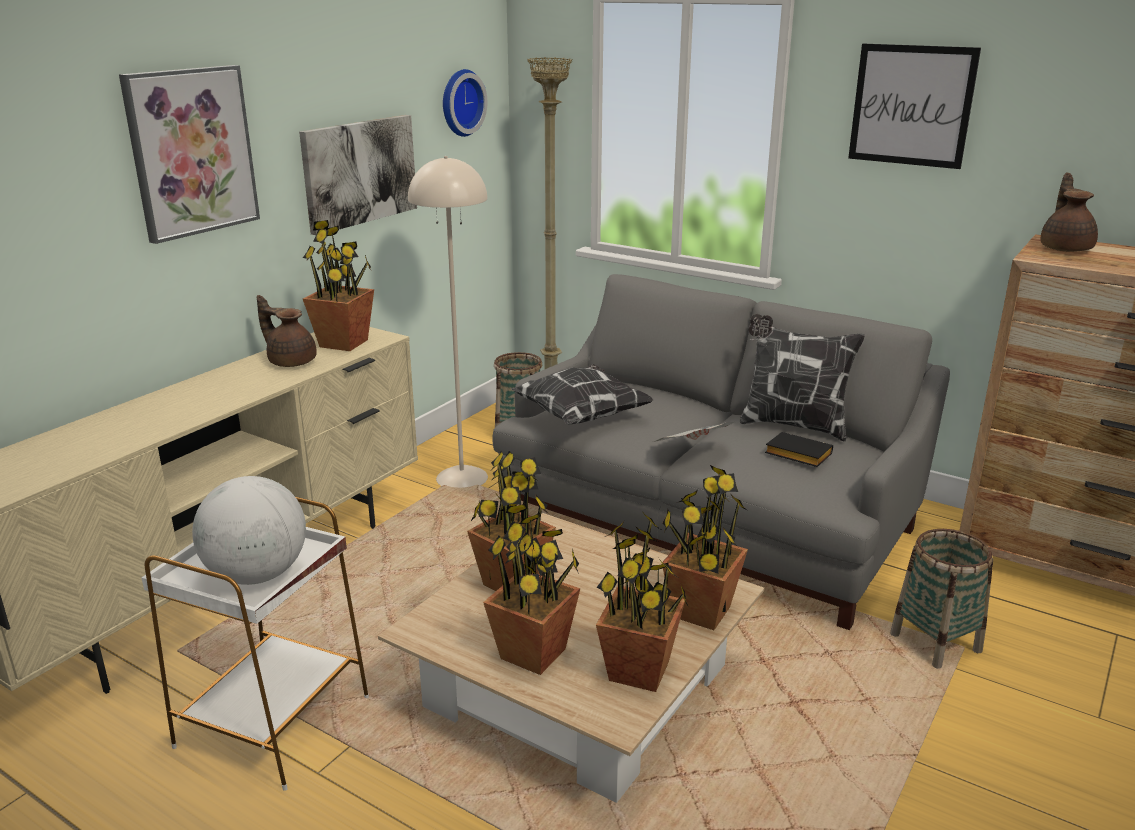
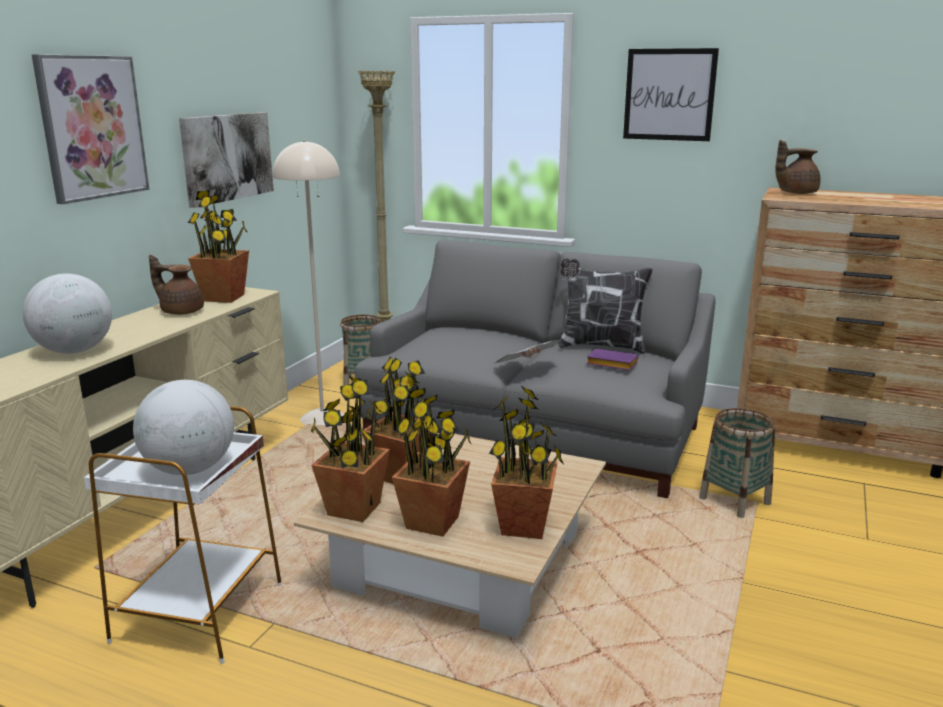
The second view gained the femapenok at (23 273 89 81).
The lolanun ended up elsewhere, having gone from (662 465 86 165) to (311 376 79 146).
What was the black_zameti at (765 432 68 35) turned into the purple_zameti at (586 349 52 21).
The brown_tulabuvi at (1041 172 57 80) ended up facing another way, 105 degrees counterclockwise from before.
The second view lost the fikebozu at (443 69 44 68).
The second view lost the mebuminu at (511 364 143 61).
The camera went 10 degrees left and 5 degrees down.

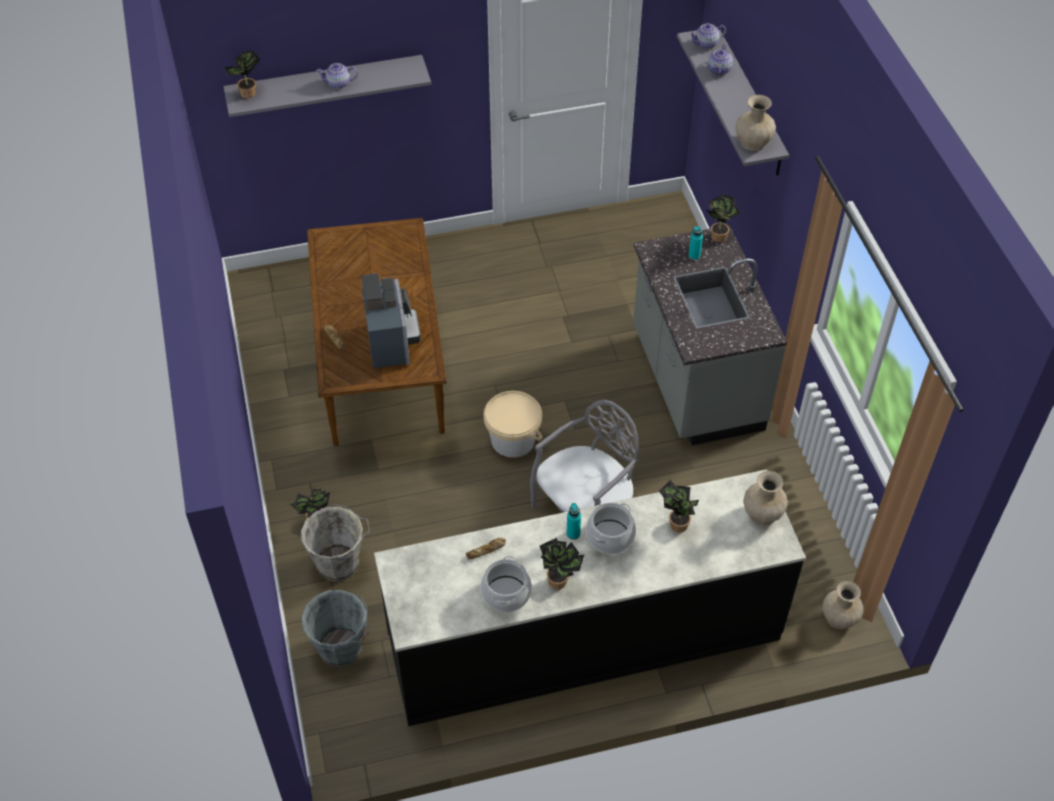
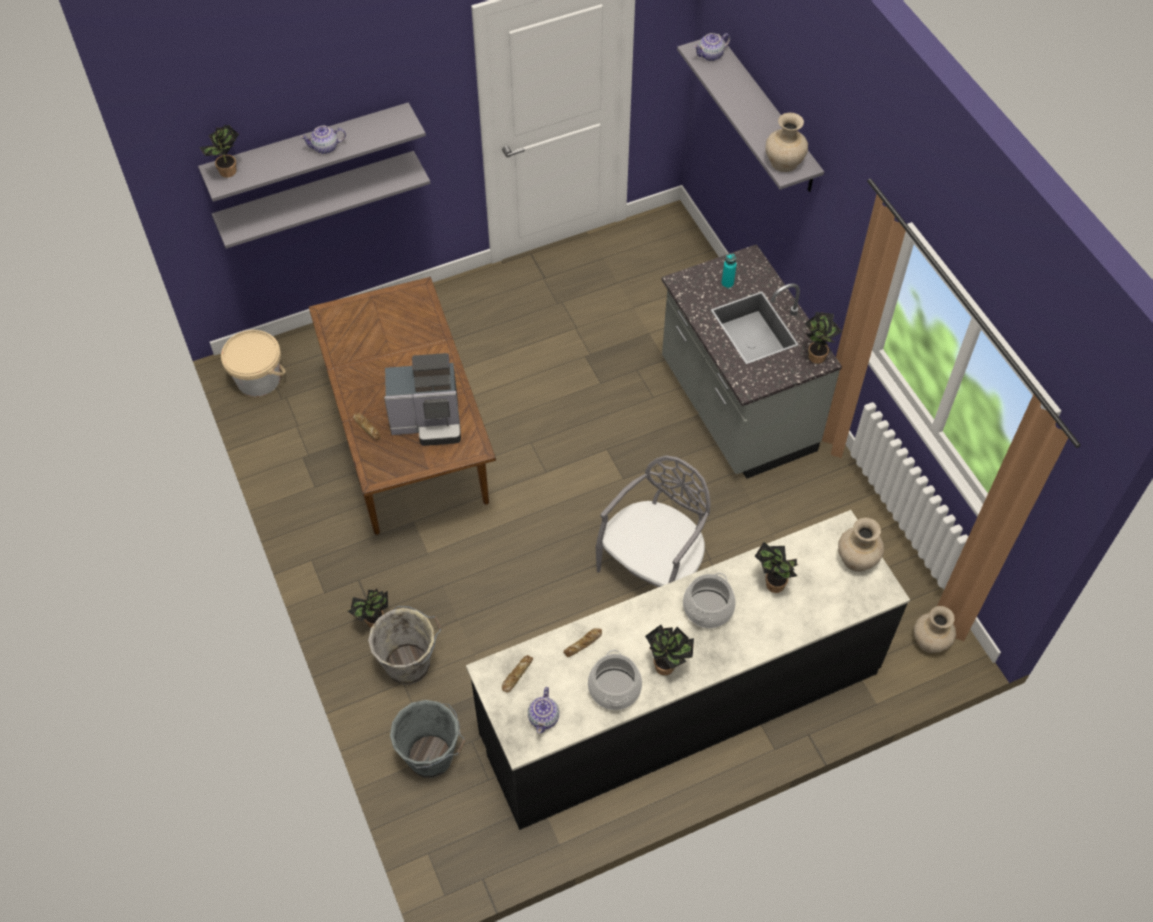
The second view gained the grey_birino at (212 151 218 98).
The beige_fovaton ended up elsewhere, having gone from (483 391 60 67) to (221 330 65 66).
The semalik at (362 273 59 96) ended up facing another way, 105 degrees clockwise from before.
The second view gained the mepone at (502 655 31 37).
The tulabuvi ended up elsewhere, having gone from (708 45 25 30) to (528 687 31 46).
The lolanun ended up elsewhere, having gone from (705 194 36 49) to (804 312 38 52).
The second view lost the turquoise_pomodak at (566 503 15 37).
The camera went 10 degrees left and 5 degrees up.

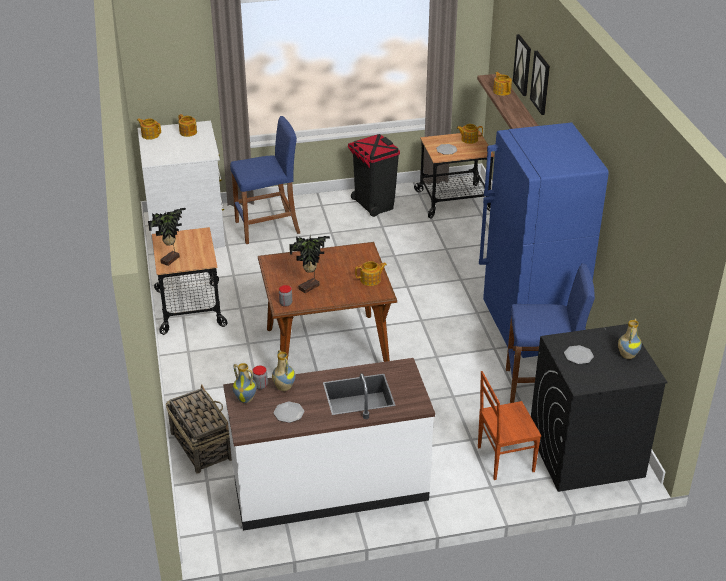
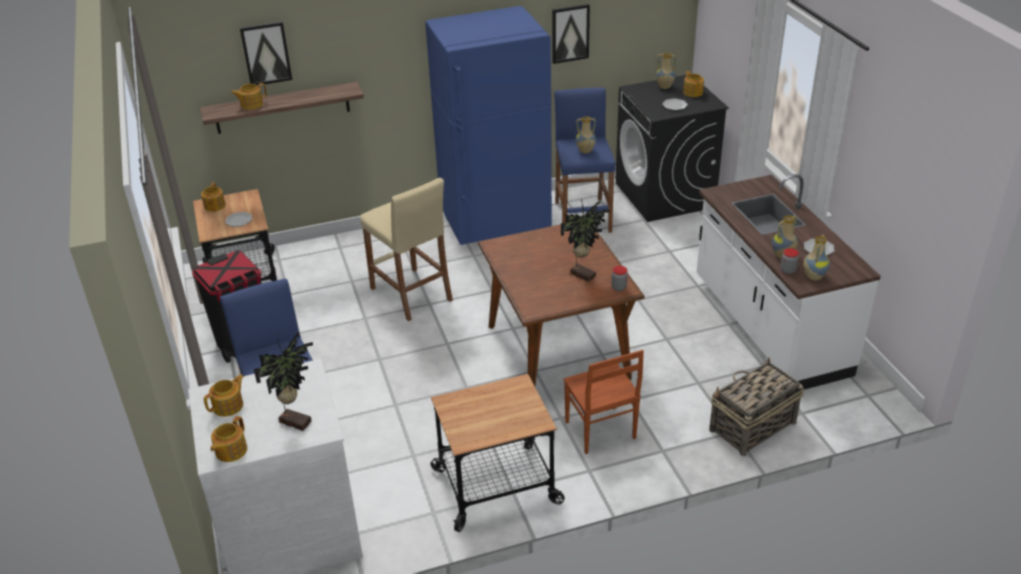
The lolanun ended up elsewhere, having gone from (148 208 38 58) to (254 332 59 99).
The second view gained the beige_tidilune at (360 178 93 143).
The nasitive ended up elsewhere, having gone from (530 51 20 64) to (552 4 38 60).
The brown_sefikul ended up elsewhere, having gone from (478 371 63 109) to (564 350 80 104).
The second view gained the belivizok at (576 116 20 37).
The tulabuvi ended up elsewhere, having gone from (355 261 32 25) to (683 71 21 26).
The camera went 95 degrees left and 0 degrees up.

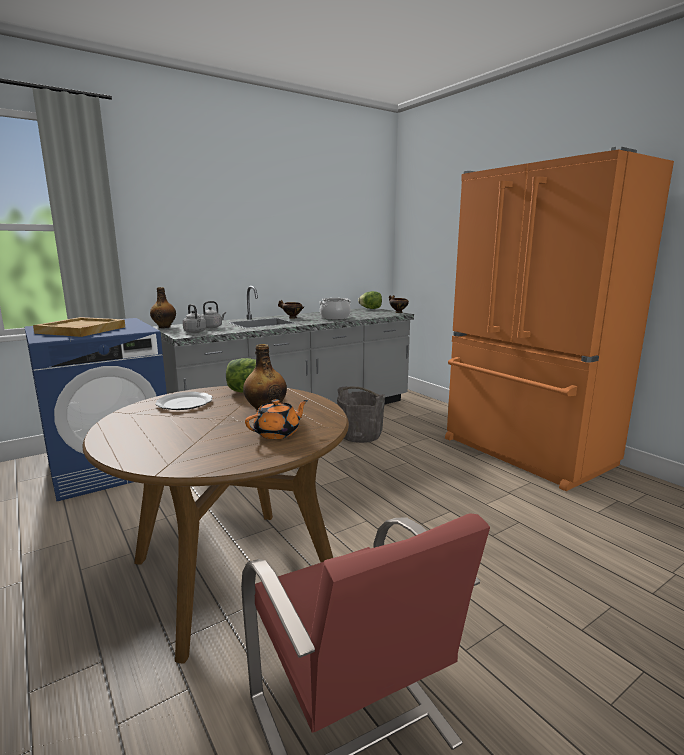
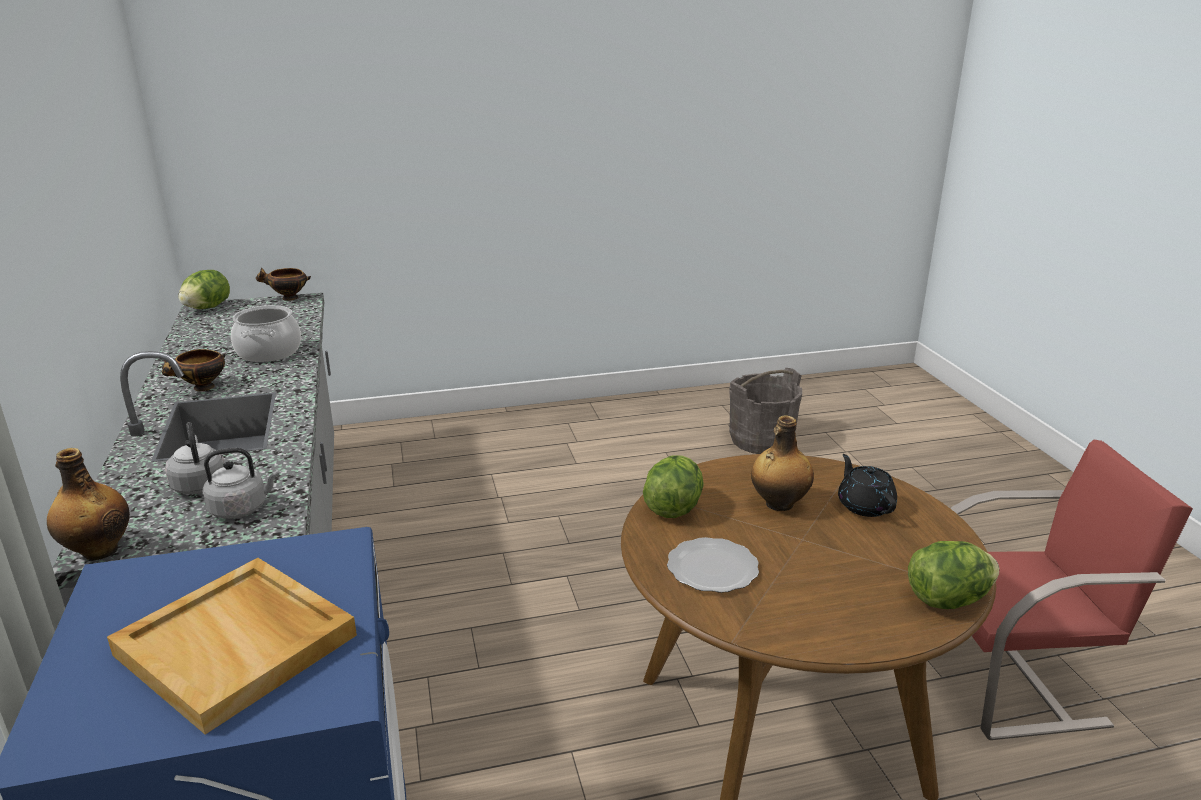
The grey_fovaton ended up elsewhere, having gone from (337 386 48 57) to (729 368 73 86).
What was the orange_tulabuvi at (245 399 63 40) turned into the black_tulabuvi at (838 454 59 63).
The second view gained the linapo at (908 541 91 68).
The second view lost the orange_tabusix at (445 147 229 344).
The camera went 70 degrees left and 10 degrees up.

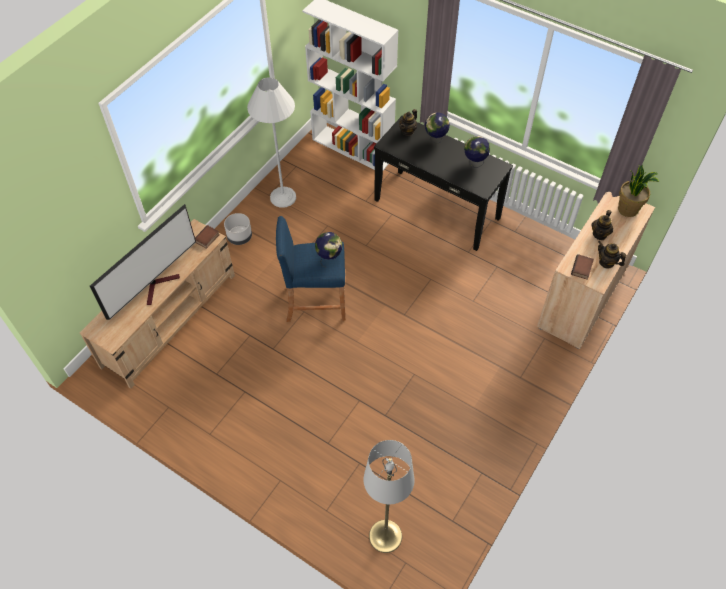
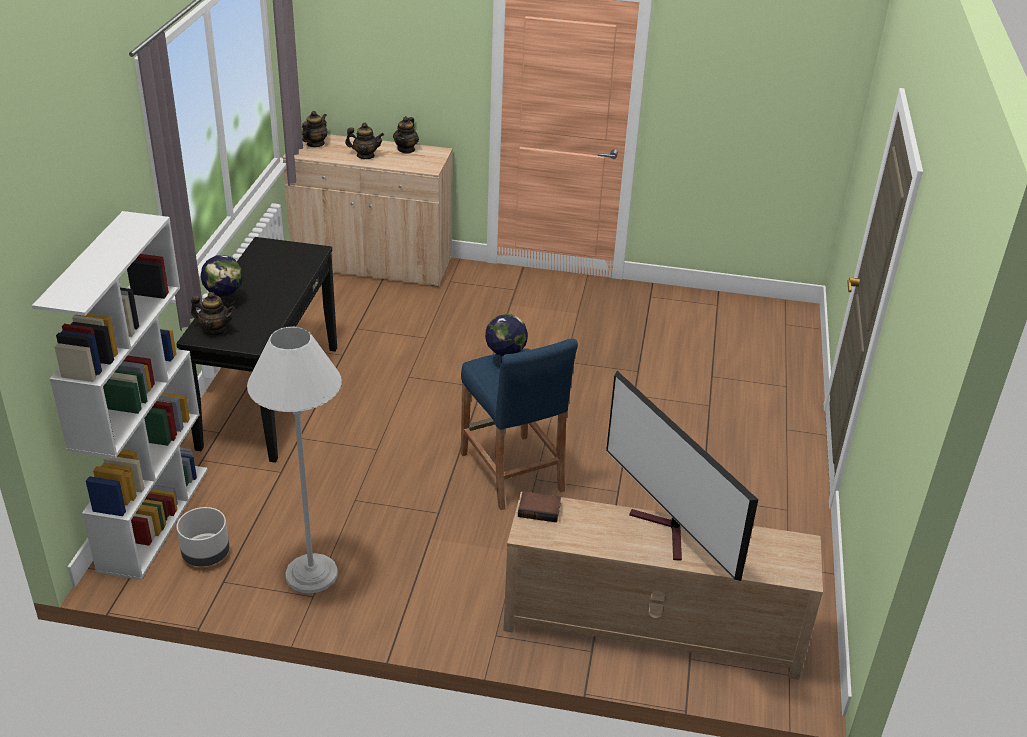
The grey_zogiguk ended up elsewhere, having gone from (224 213 28 32) to (176 507 54 59).
Where the lolanun stood at (618 165 41 52), the tulabuvi came to stand at (302 111 26 36).
The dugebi at (90 204 106 116) ended up facing another way, 135 degrees counterclockwise from before.
The second view lost the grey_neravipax at (363 440 51 113).
The second view lost the femapenok at (464 136 26 31).
The second view lost the zameti at (571 254 23 26).
The camera went 115 degrees left and 20 degrees down.

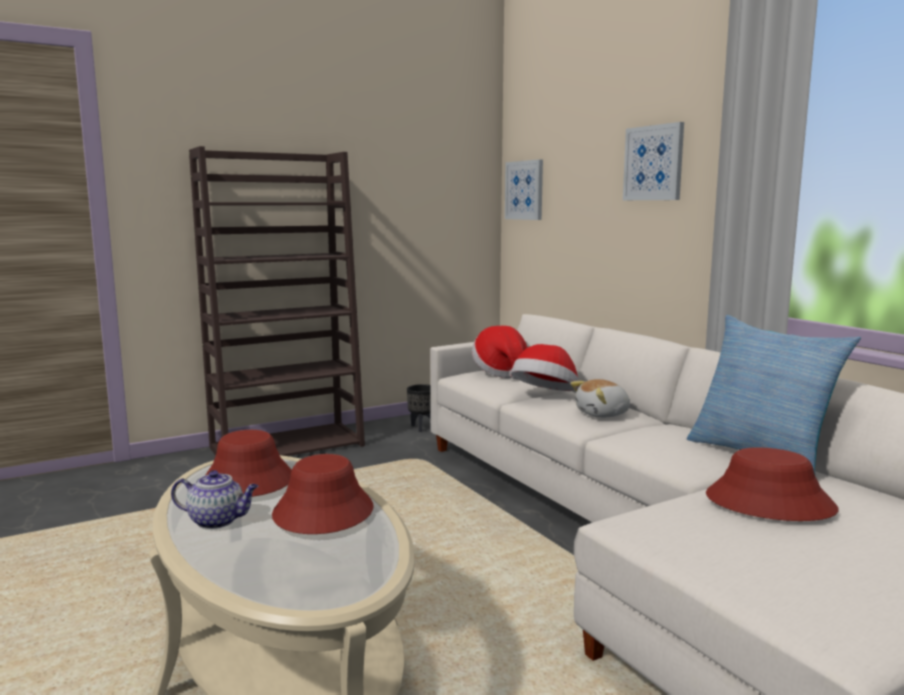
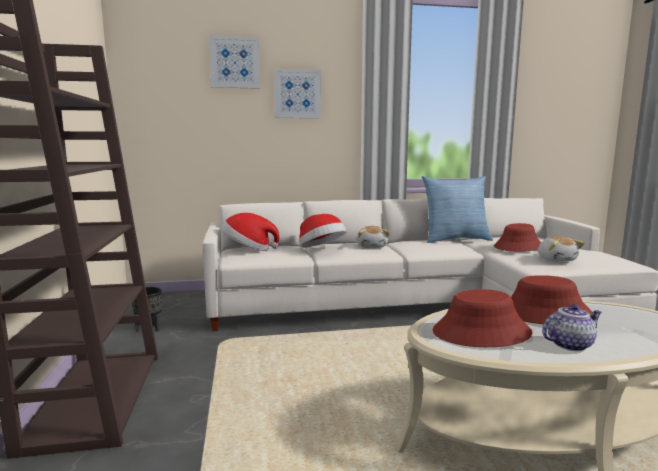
The nasitive ended up elsewhere, having gone from (505 159 38 61) to (209 36 51 53).
The second view gained the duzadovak at (538 236 47 26).
The tulabuvi at (171 470 87 59) ended up facing another way, 45 degrees clockwise from before.
The camera went 70 degrees left and 0 degrees up.

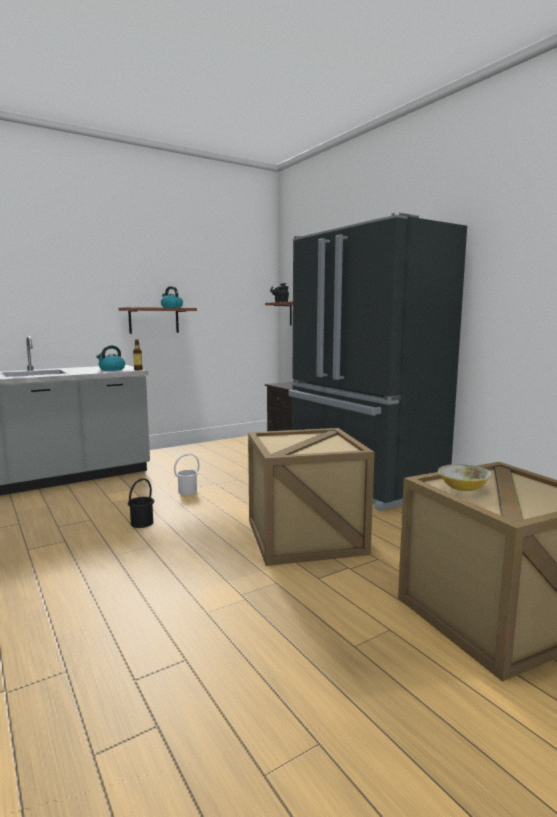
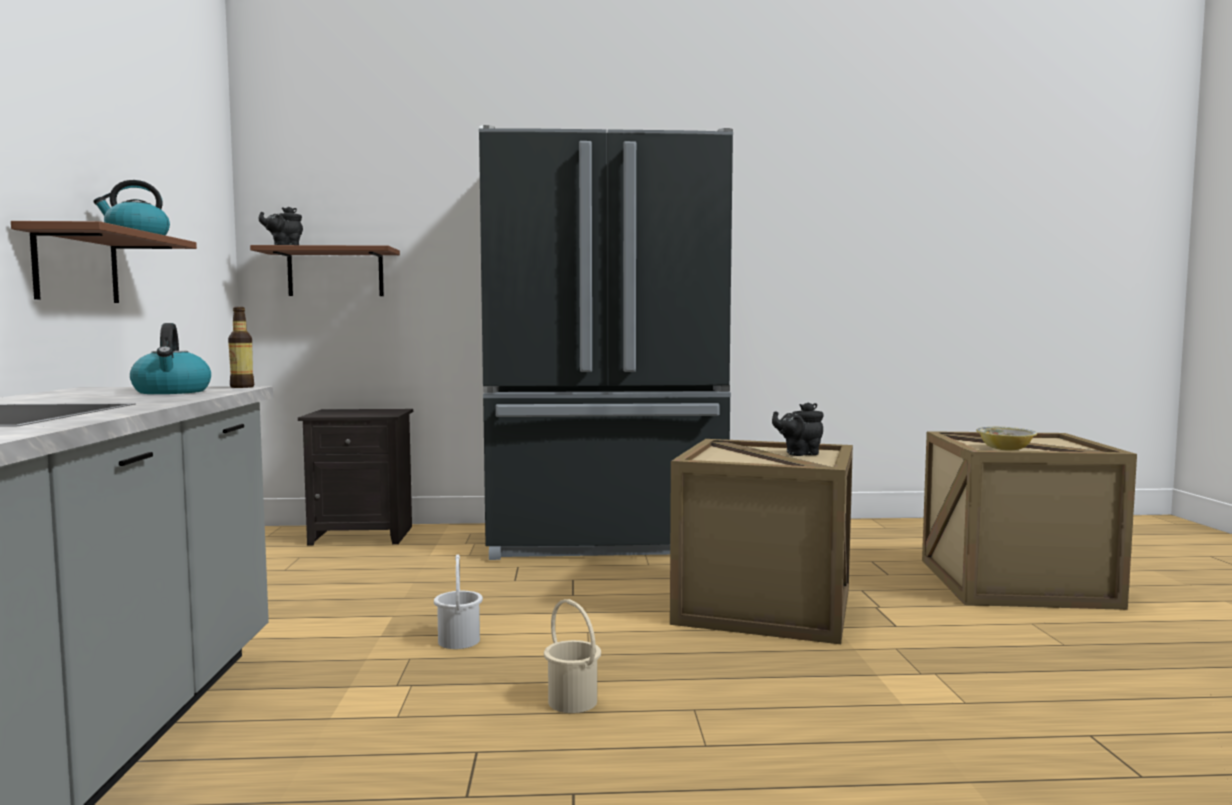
What was the black_fovaton at (128 478 26 50) turned into the beige_fovaton at (544 599 57 114).
The second view gained the black_tulabuvi at (772 403 52 53).
The camera went 60 degrees left and 5 degrees down.

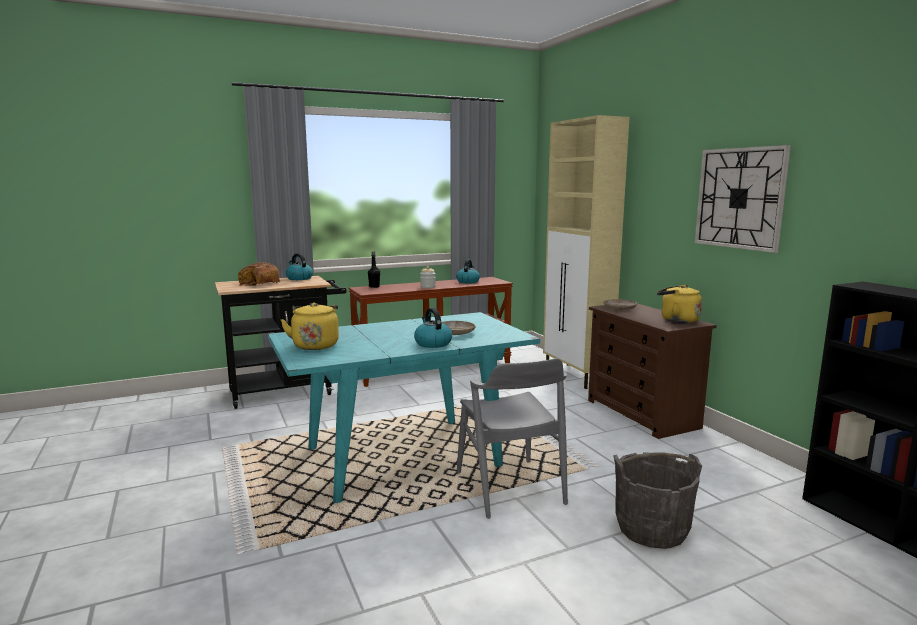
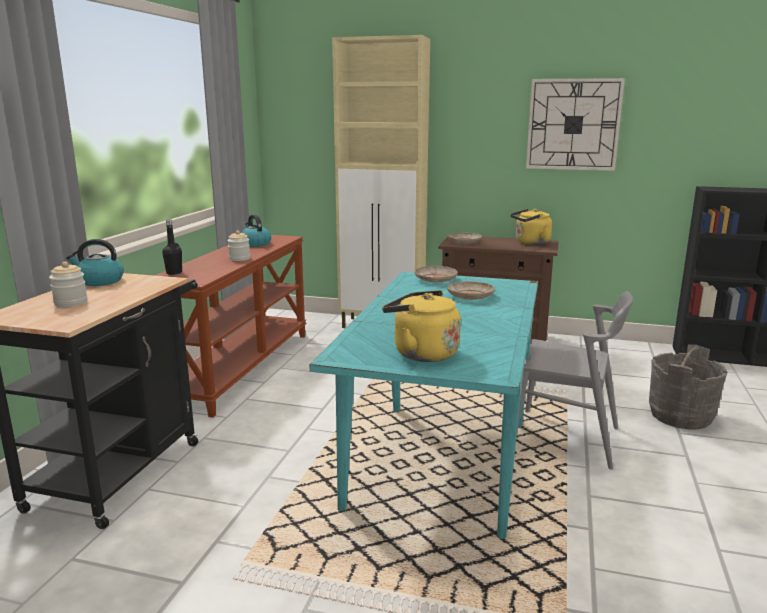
Where the mepone stood at (238 263 43 23), the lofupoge came to stand at (49 262 39 45).
The second view gained the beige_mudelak at (414 266 44 16).
The second view lost the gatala at (414 308 38 40).
The camera went 50 degrees left and 5 degrees up.

